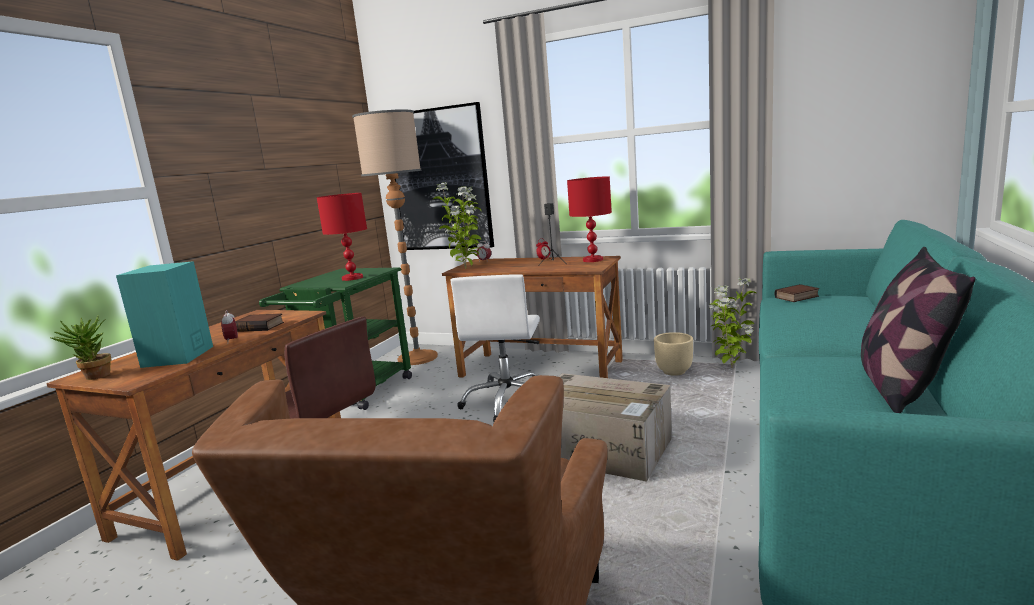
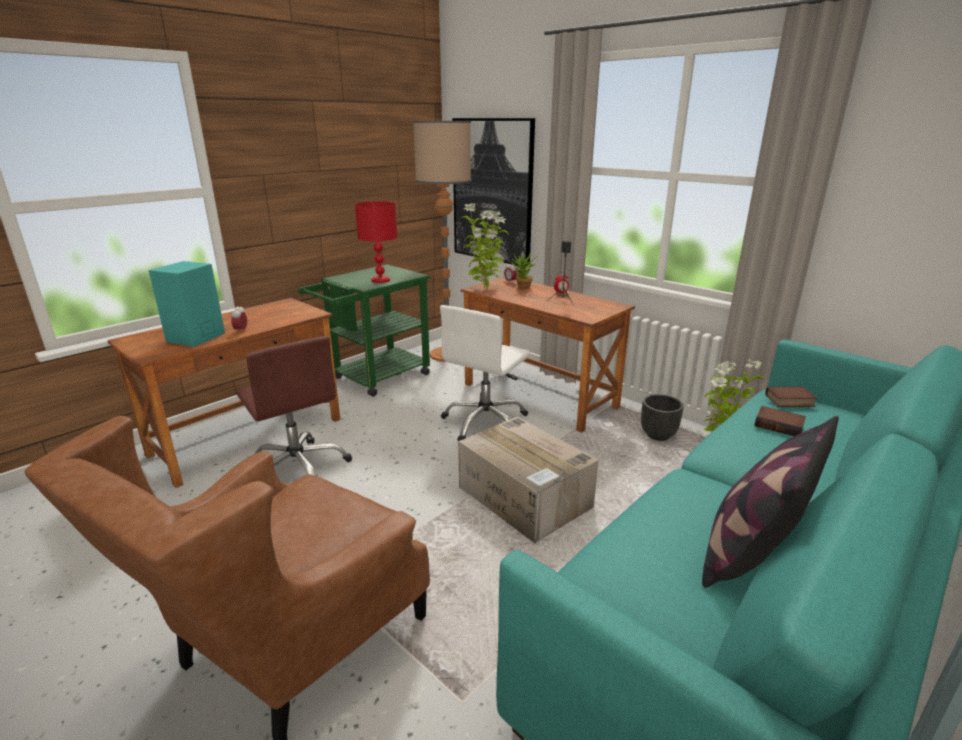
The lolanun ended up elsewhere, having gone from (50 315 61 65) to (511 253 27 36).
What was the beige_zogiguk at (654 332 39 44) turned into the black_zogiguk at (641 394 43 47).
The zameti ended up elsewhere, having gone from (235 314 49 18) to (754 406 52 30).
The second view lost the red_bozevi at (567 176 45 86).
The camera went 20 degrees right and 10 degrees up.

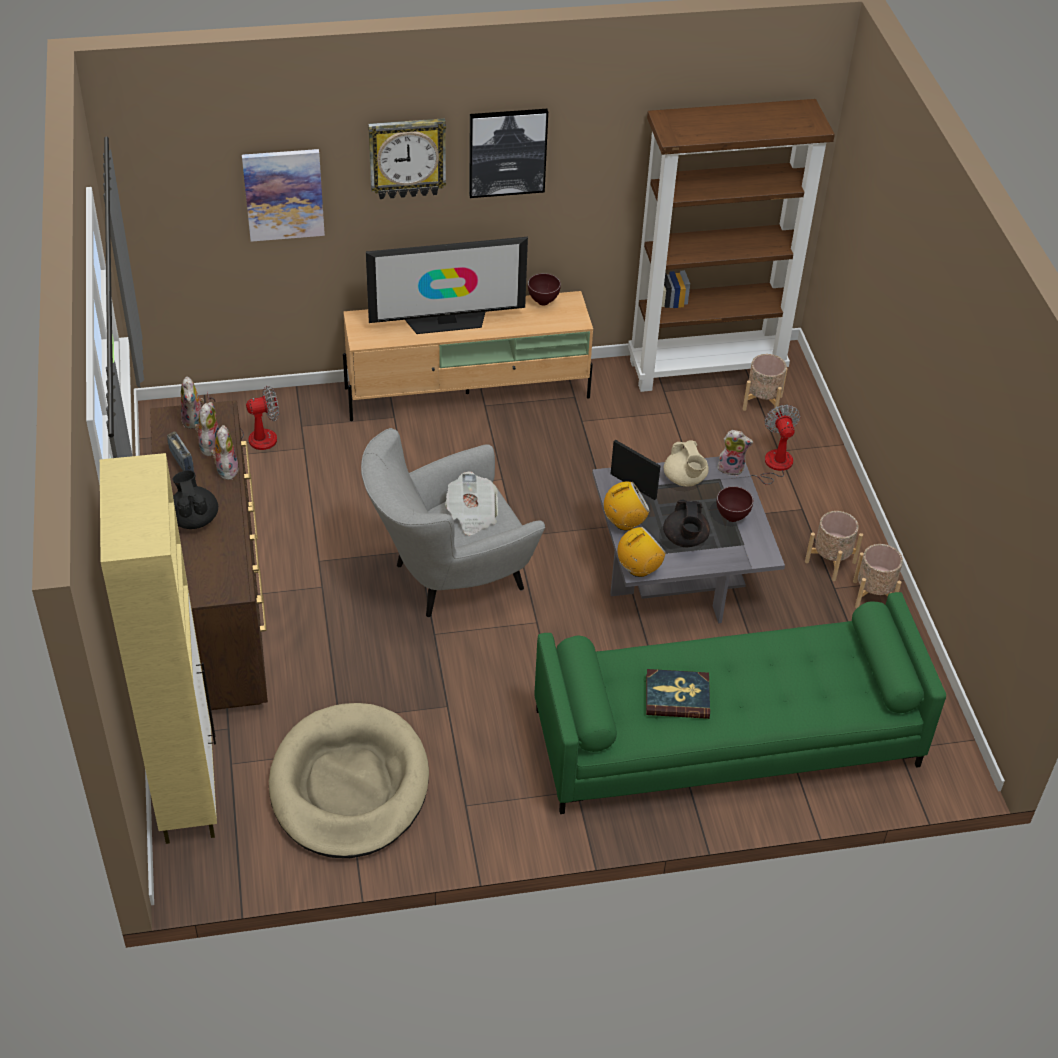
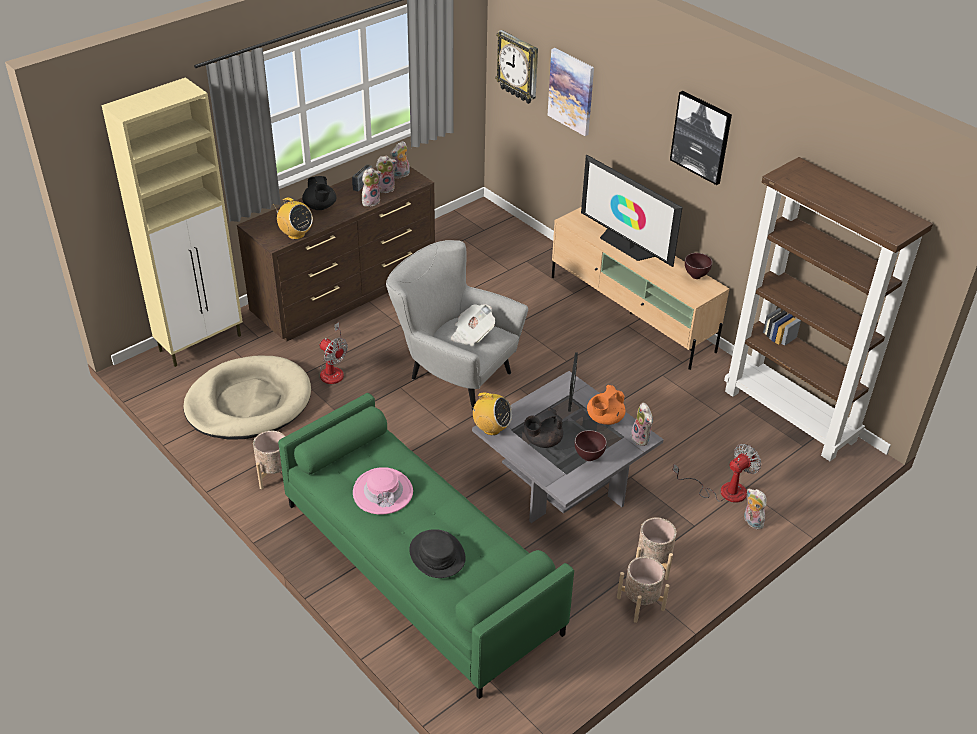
The beige_zogiguk ended up elsewhere, having gone from (742 354 45 59) to (253 431 32 58).
The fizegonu ended up elsewhere, having gone from (604 482 46 48) to (274 198 39 42).
The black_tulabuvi at (172 470 46 59) ended up facing another way, 120 degrees clockwise from before.
The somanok ended up elsewhere, having gone from (207 386 72 64) to (320 322 28 62).
Where the zameti stood at (646 669 64 50), the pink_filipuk came to stand at (353 467 60 47).
The second view gained the black_filipuk at (409 529 57 49).
The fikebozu ended up elsewhere, having gone from (368 118 78 81) to (495 30 43 74).
What was the beige_tulabuvi at (664 440 45 47) turned into the orange_tulabuvi at (587 385 38 40).
The second view gained the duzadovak at (744 489 23 40).
The camera went 60 degrees right and 5 degrees down.

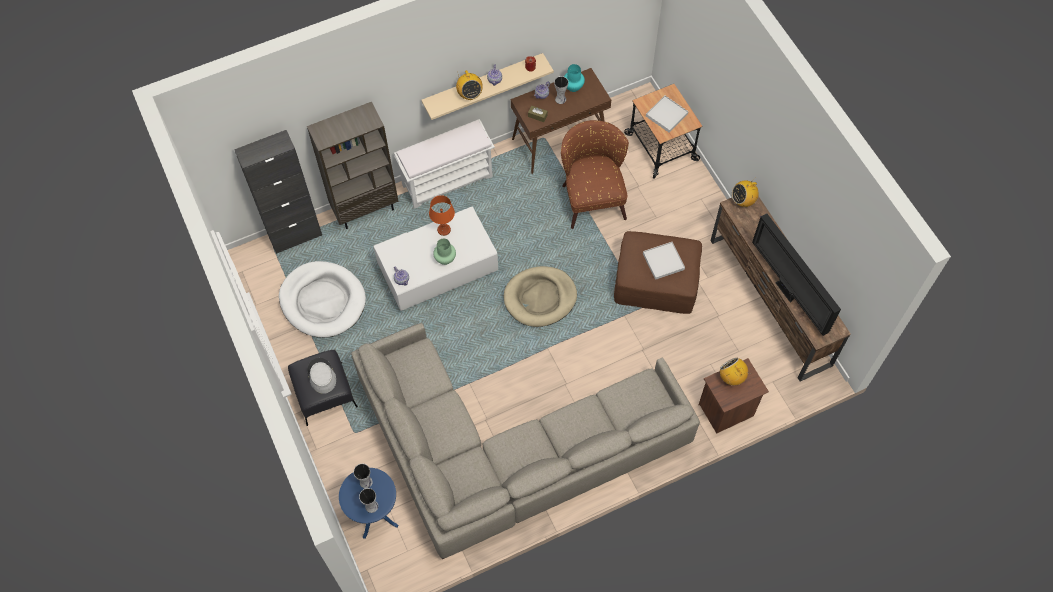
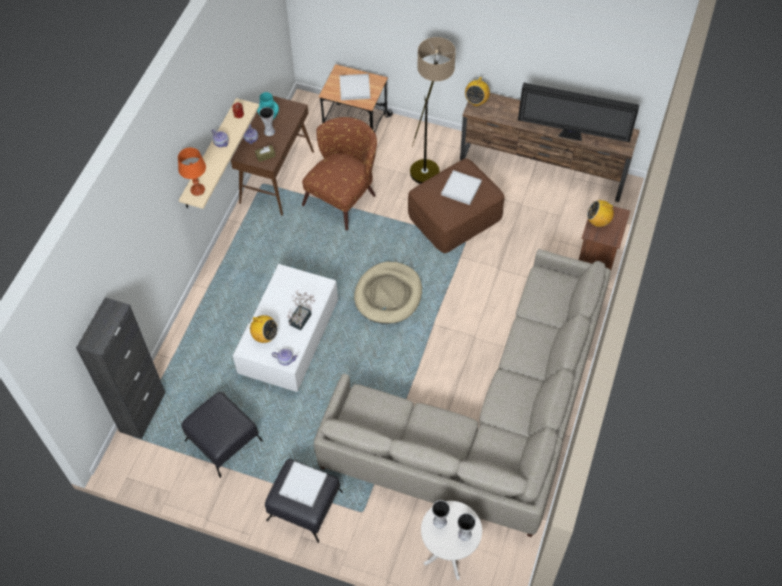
The orange_bozevi ended up elsewhere, having gone from (429 195 26 41) to (178 148 28 48).
Where the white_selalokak stood at (279 261 87 77), the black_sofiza came to stand at (181 392 82 86).
The fizegonu ended up elsewhere, having gone from (456 70 27 30) to (246 315 32 28).
Where the grey_filipuk stood at (307 358 29 36), the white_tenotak came to stand at (279 461 48 46).
Where the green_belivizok stood at (433 239 23 26), the lolanun came to stand at (287 289 29 41).
The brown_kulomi at (561 120 68 109) ended up facing another way, 90 degrees clockwise from before.
The second view gained the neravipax at (410 37 46 147).
What was the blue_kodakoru at (339 468 59 71) turned into the white_kodakoru at (421 501 61 79).
The second view lost the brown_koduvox at (307 102 92 127).
The second view lost the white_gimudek at (394 119 101 90).
The camera went 45 degrees left and 5 degrees down.

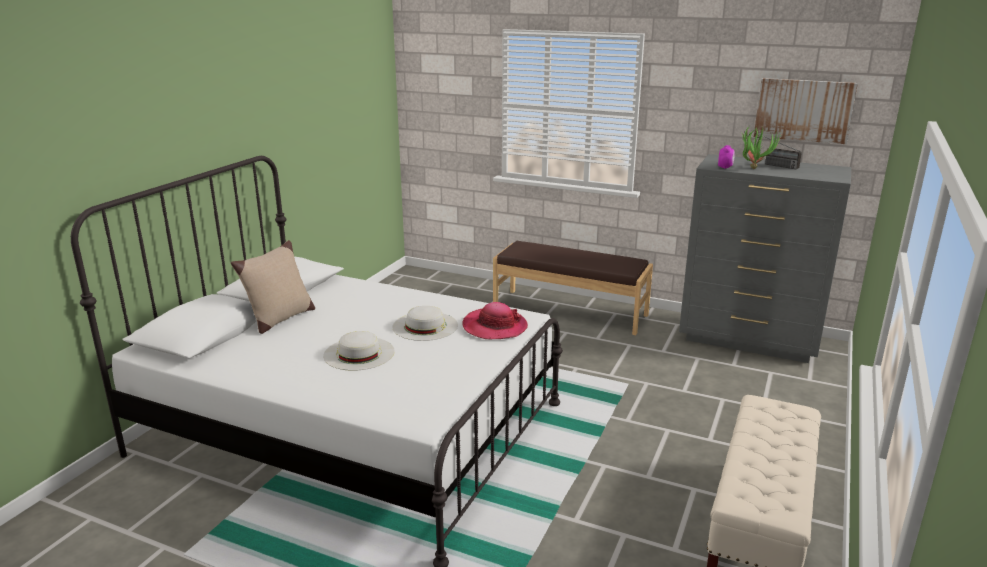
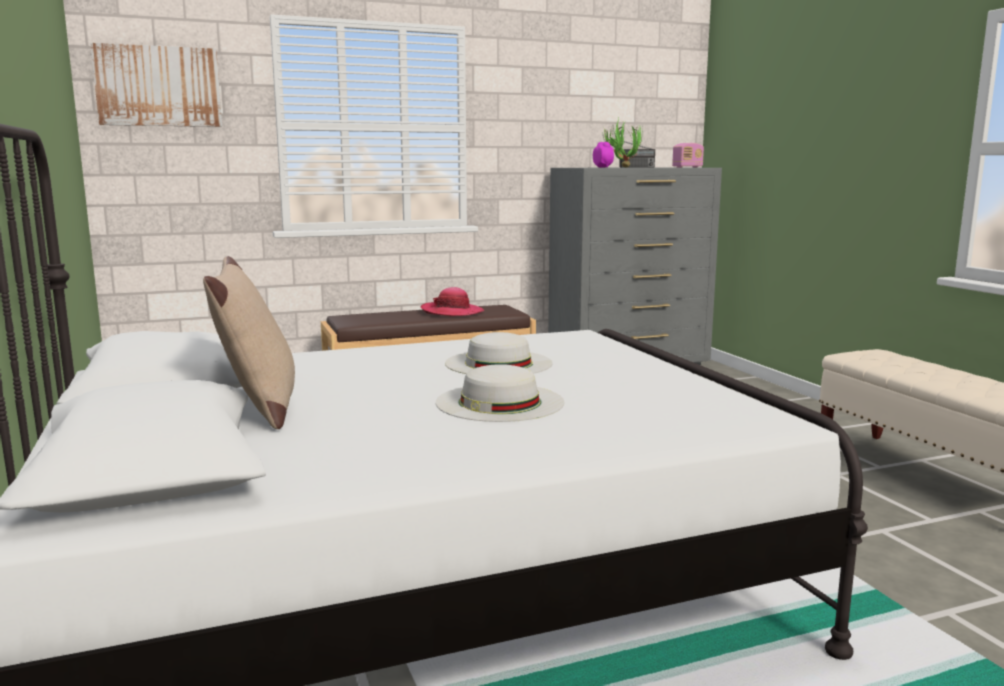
The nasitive ended up elsewhere, having gone from (754 78 104 66) to (90 43 132 84).
The filipuk ended up elsewhere, having gone from (462 302 66 37) to (421 287 63 29).
The second view gained the fizegonu at (672 143 32 24).
The camera went 45 degrees left and 10 degrees down.

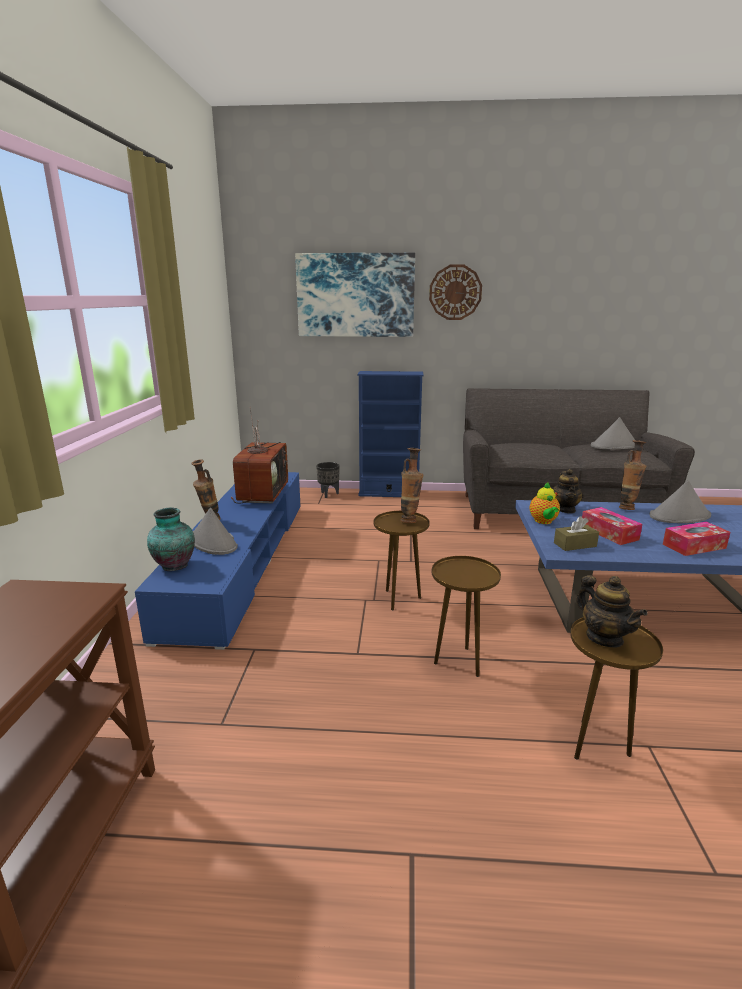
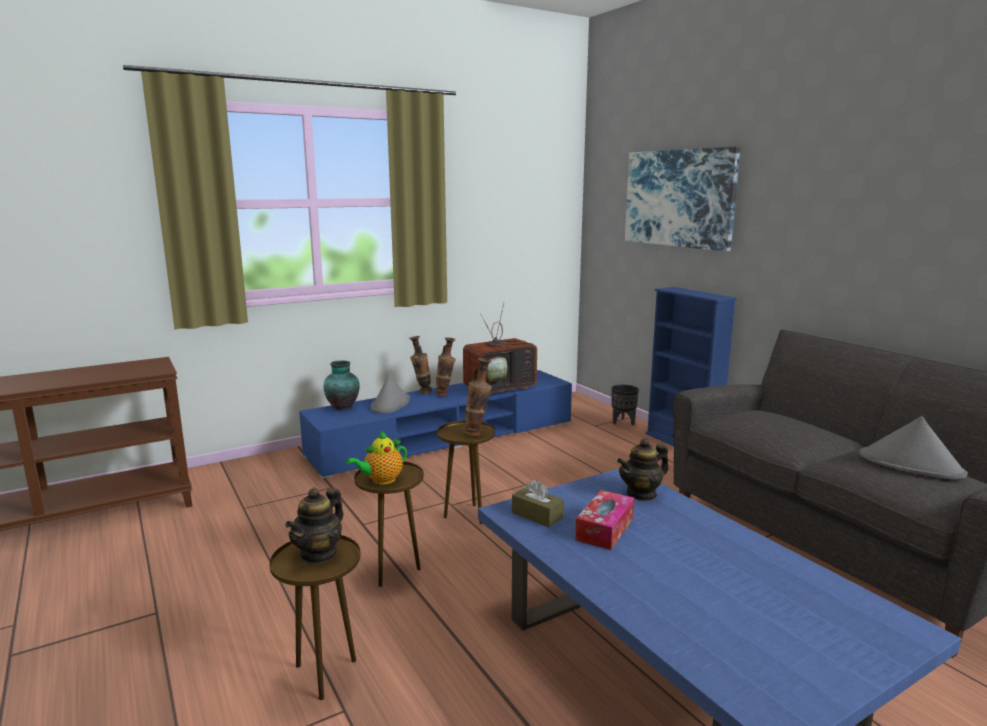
The tulabuvi ended up elsewhere, having gone from (529 482 31 42) to (346 431 61 54).
The belivizok ended up elsewhere, having gone from (619 440 27 70) to (435 338 21 58).
The second view lost the fikebozu at (429 265 53 55).
The second view lost the grey_filipuk at (650 480 61 43).
The second view lost the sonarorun at (663 522 67 34).
The camera went 55 degrees right and 5 degrees down.

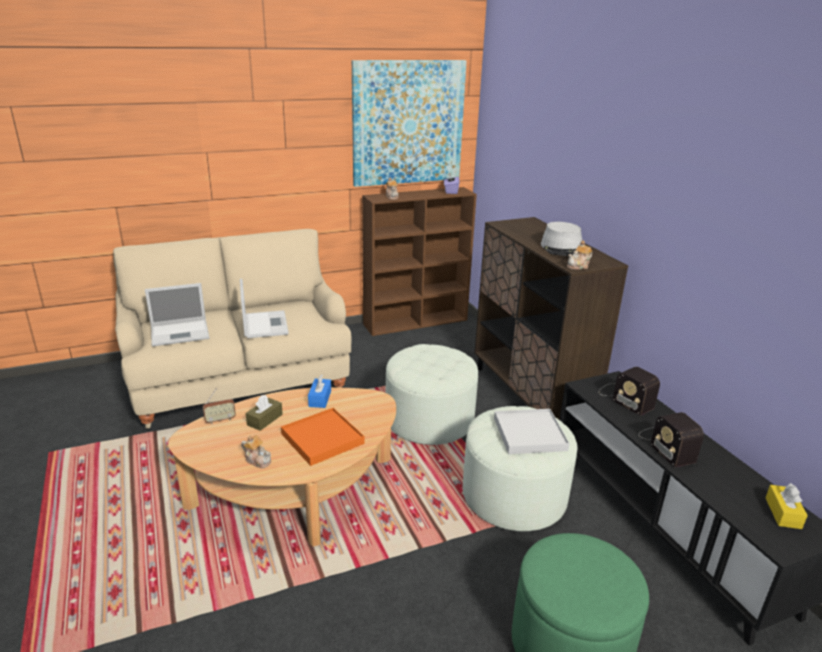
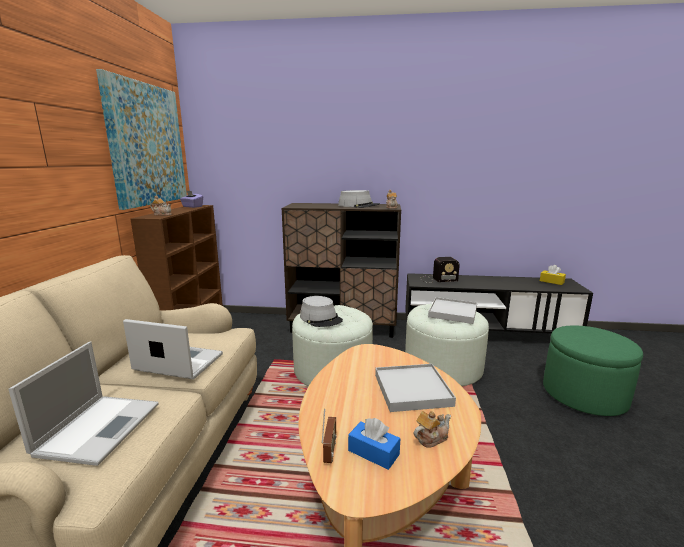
The second view gained the grey_filipuk at (300 296 43 31).
The blue_sonarorun ended up elsewhere, having gone from (308 375 23 33) to (348 418 52 52).
What was the orange_tenotak at (281 408 83 58) turned into the white_tenotak at (375 364 81 48).
The second view lost the brown_sonarorun at (246 395 37 36).
The second view lost the fizegonu at (639 412 65 56).
The camera went 60 degrees left and 10 degrees down.

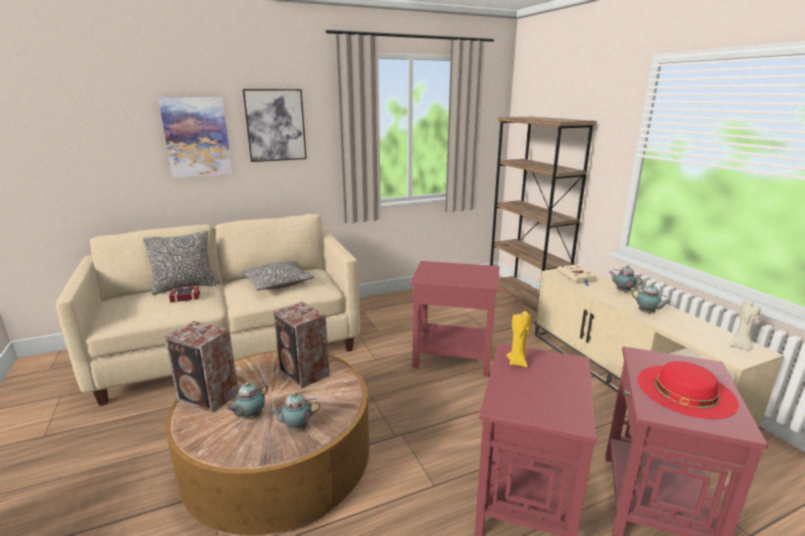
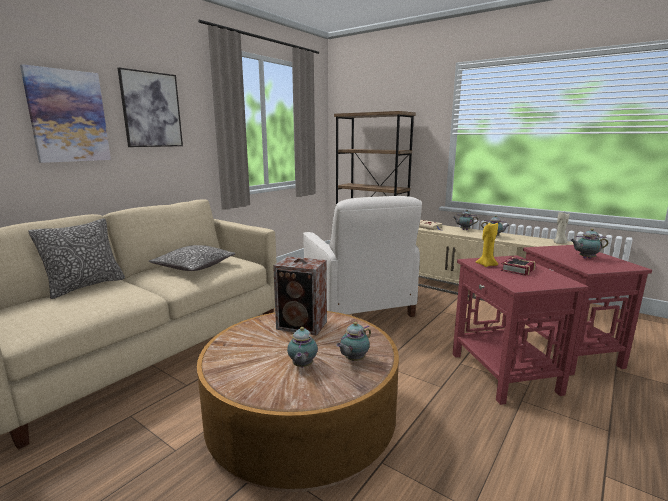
Where the red_kodakoru stood at (410 261 89 115), the white_kulomi came to stand at (303 196 119 121).
The zameti ended up elsewhere, having gone from (169 286 31 17) to (501 257 35 19).
Where the red_filipuk stood at (638 361 101 58), the tulabuvi came to stand at (570 229 39 30).
The second view lost the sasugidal at (165 321 74 92).
The camera went 30 degrees left and 5 degrees down.

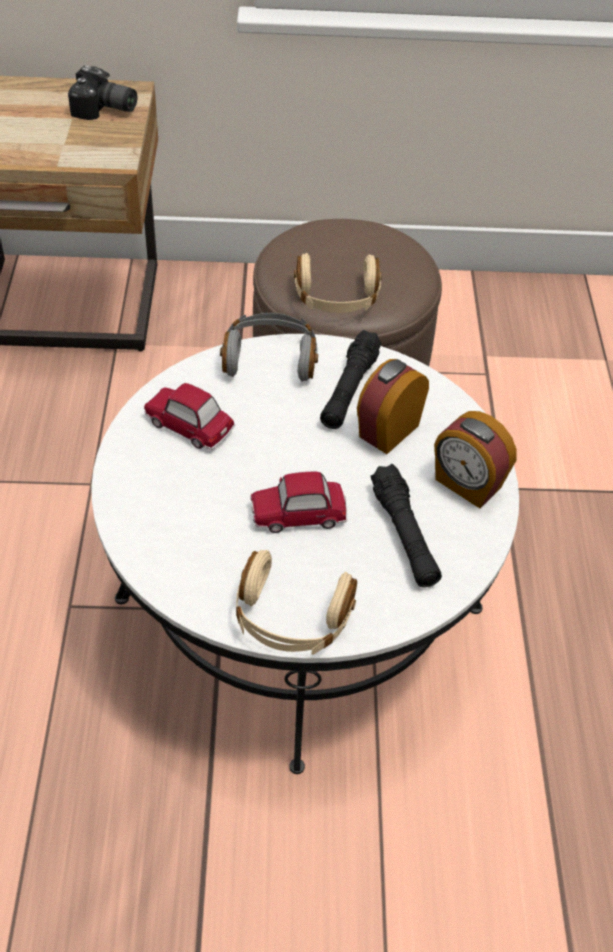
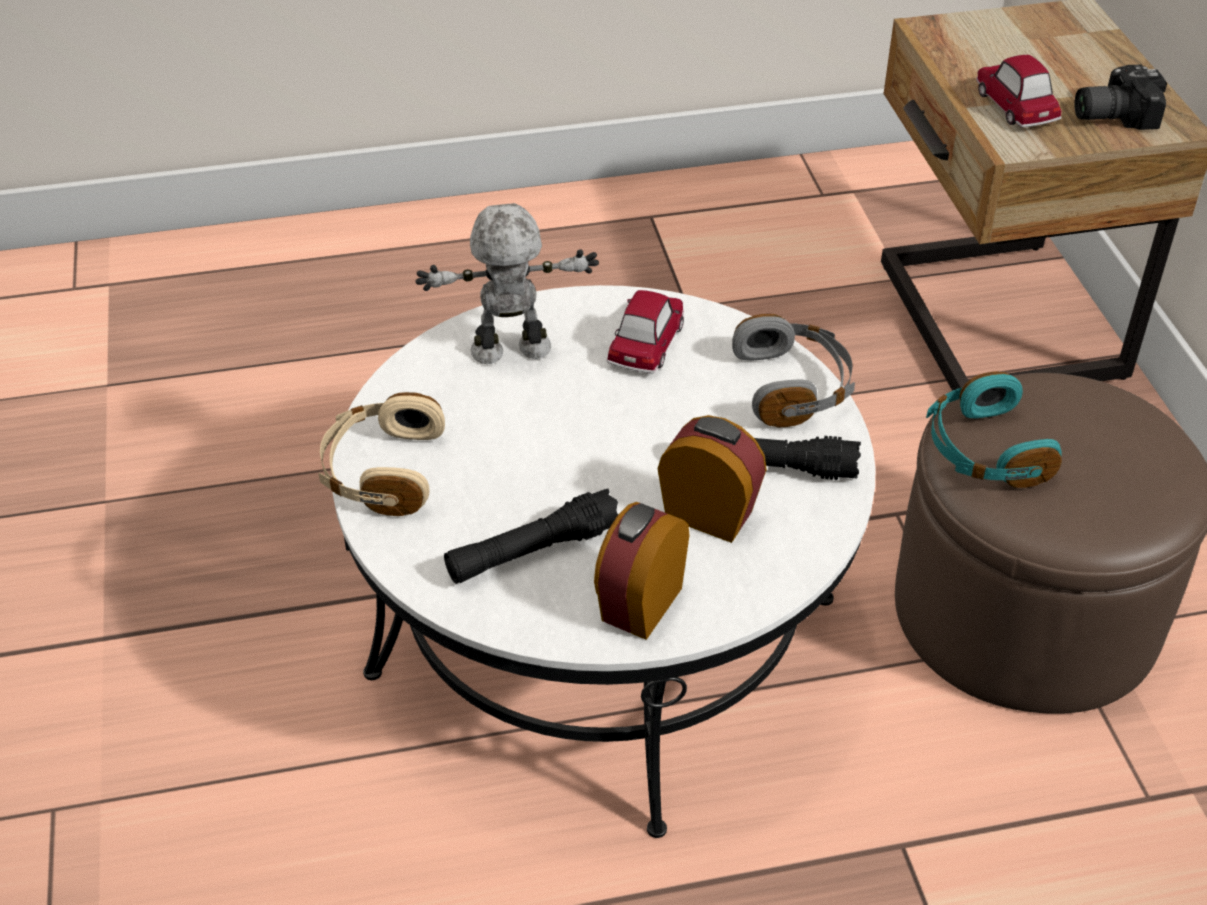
The second view gained the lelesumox at (415 203 184 161).
What was the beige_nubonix at (294 253 88 60) turned into the turquoise_nubonix at (926 371 136 117).
The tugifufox ended up elsewhere, having gone from (250 472 97 61) to (976 55 85 73).
The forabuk at (68 66 69 54) ended up facing another way, 75 degrees clockwise from before.
The camera went 80 degrees right and 5 degrees down.

